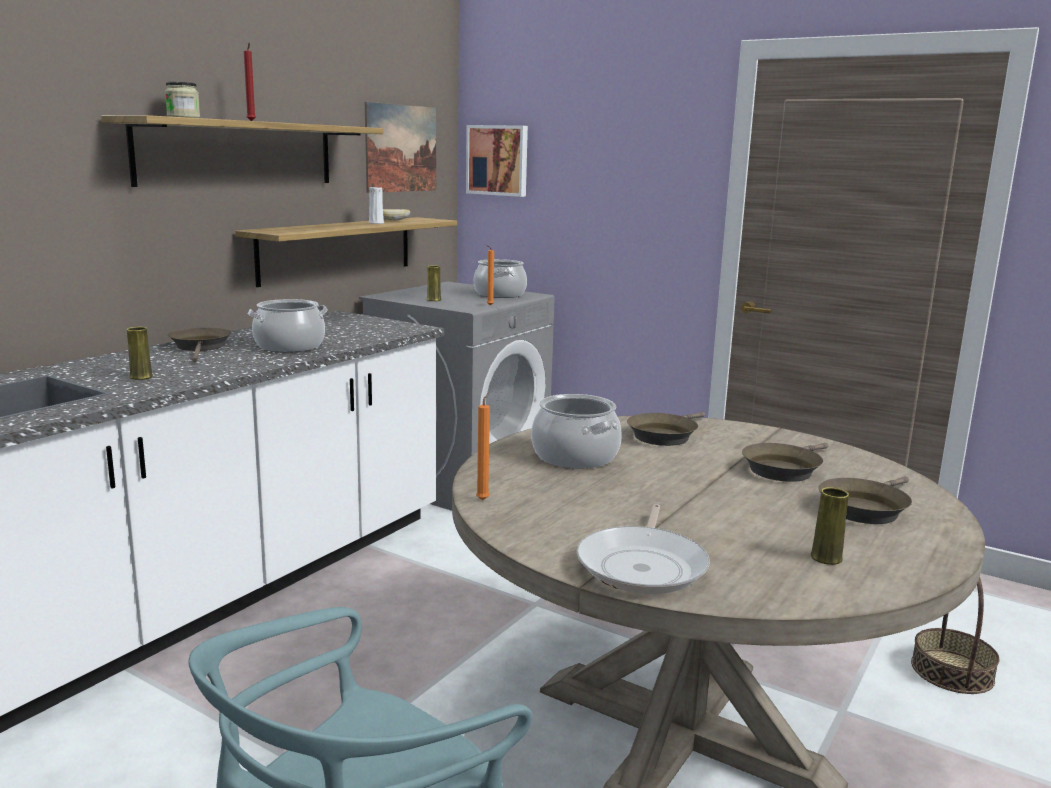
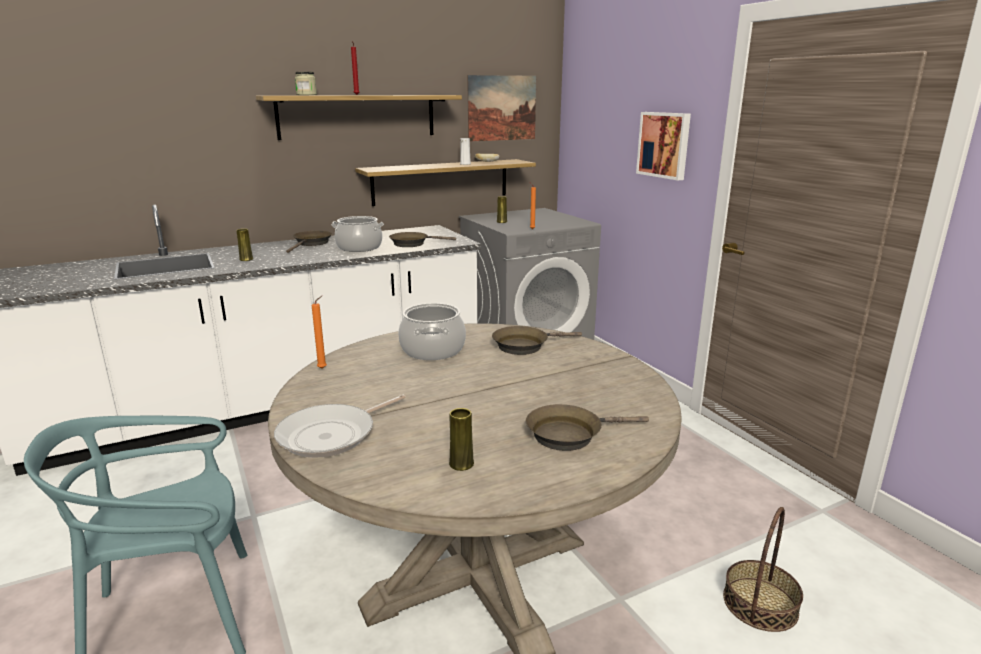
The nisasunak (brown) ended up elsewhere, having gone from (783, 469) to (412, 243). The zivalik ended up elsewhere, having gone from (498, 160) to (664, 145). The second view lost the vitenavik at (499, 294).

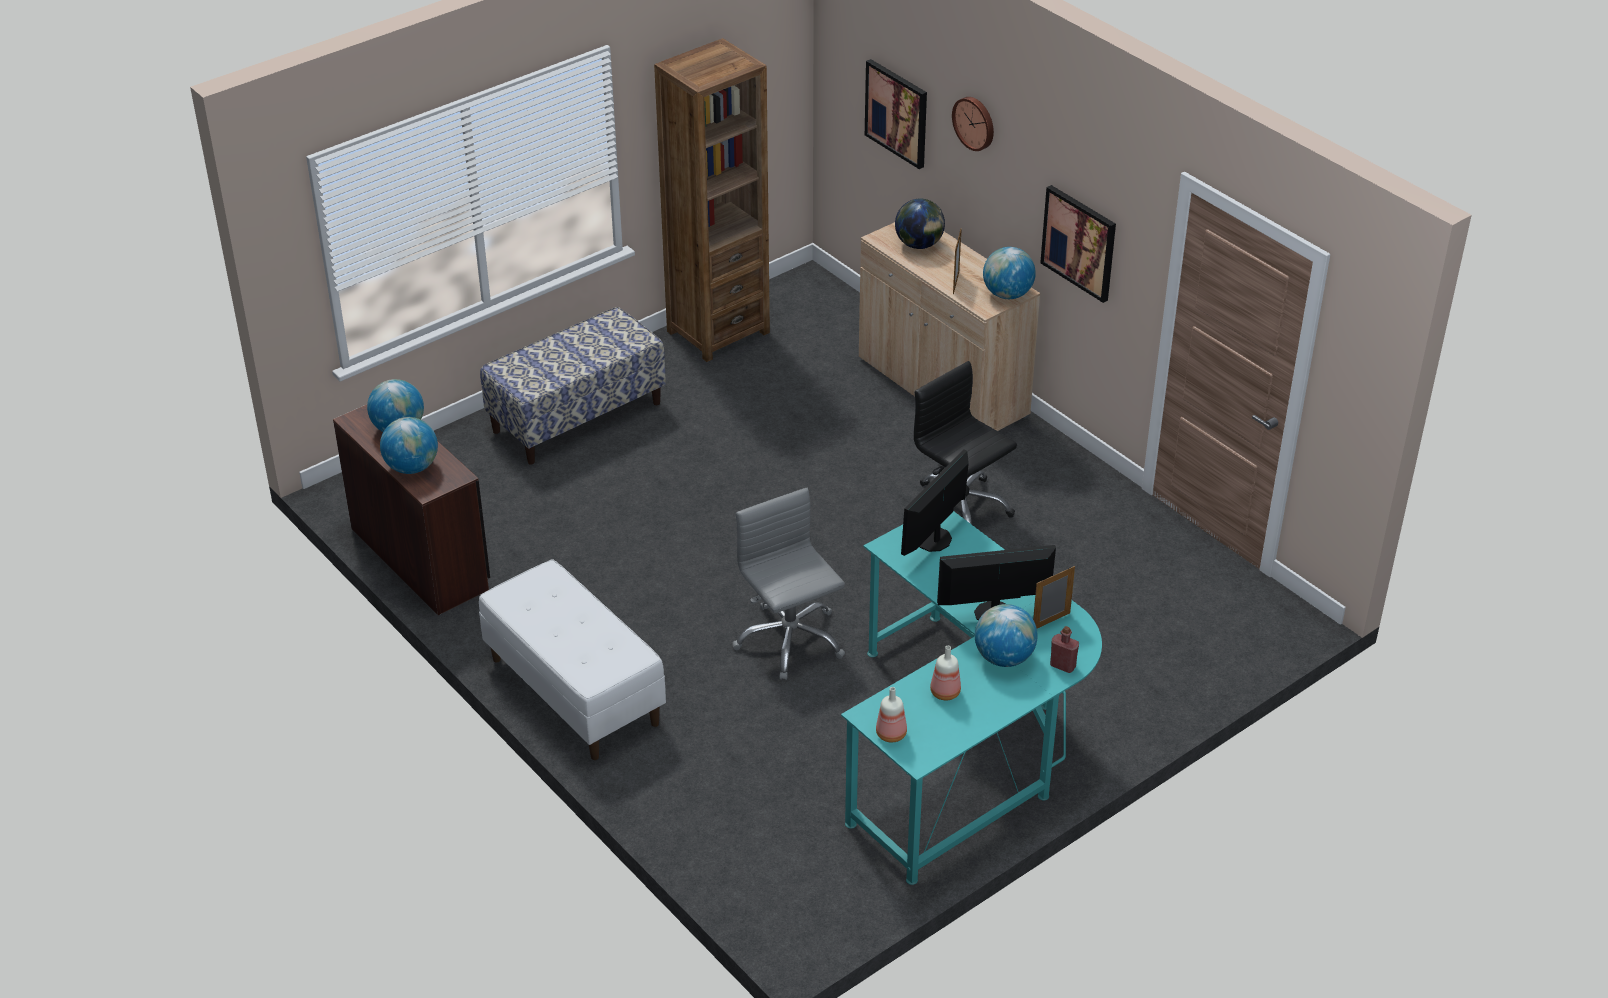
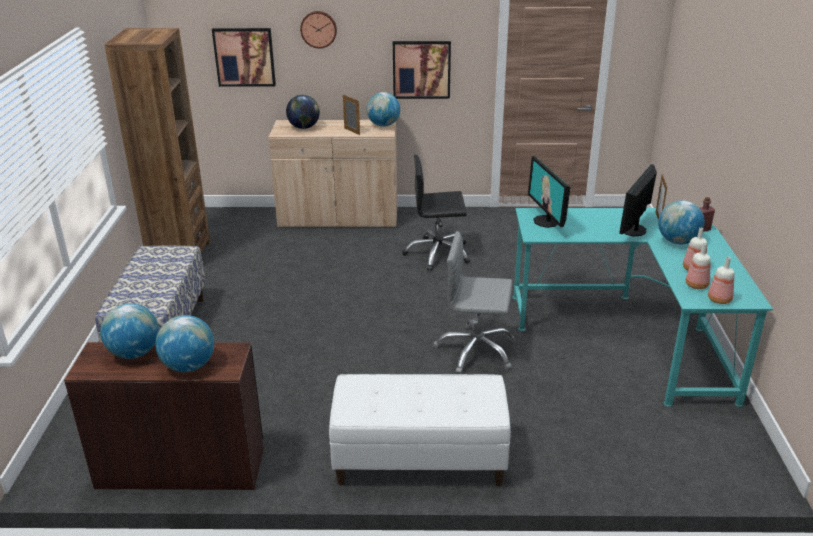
The second view gained the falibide at (697, 285).

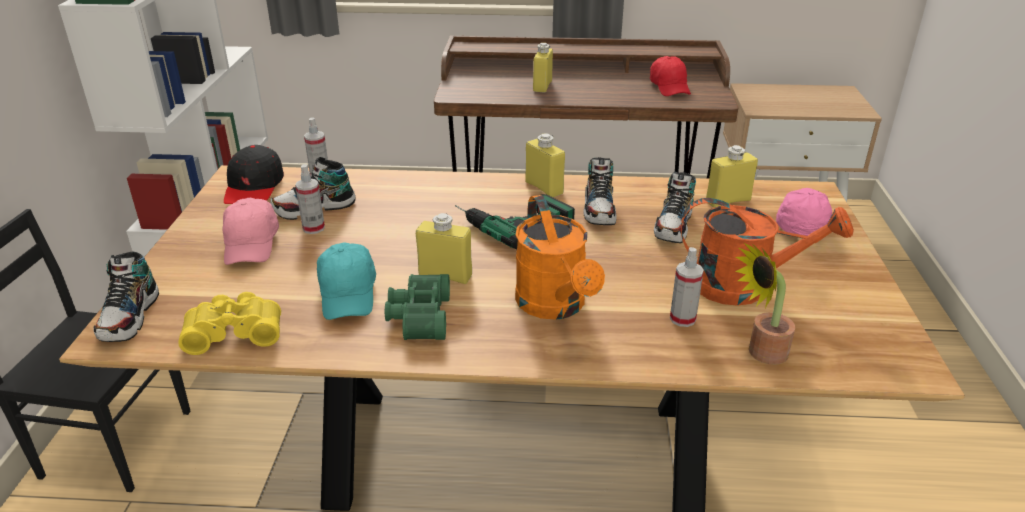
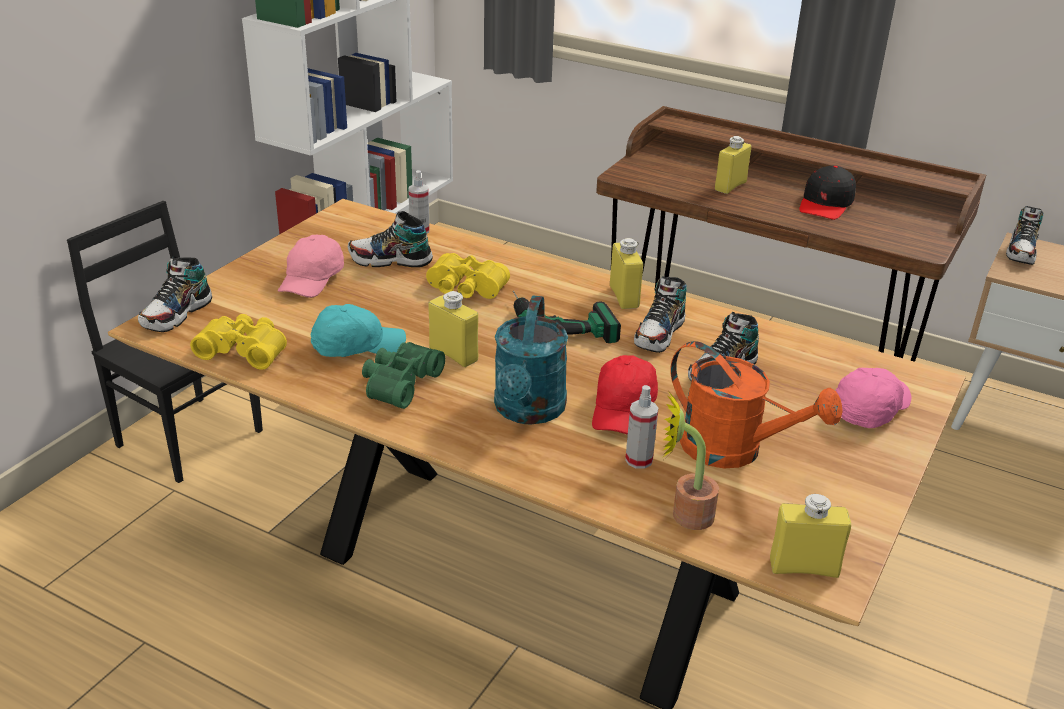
The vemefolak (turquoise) at (348, 294) ended up facing another way, 120 degrees counterclockwise from before. The second view gained the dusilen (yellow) at (465, 289). What was the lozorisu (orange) at (555, 306) turned into the lozorisu (turquoise) at (528, 411). The vemefolak (red) ended up elsewhere, having gone from (670, 87) to (623, 409). The falibide (yellow) ended up elsewhere, having gone from (728, 201) to (804, 567). The vemefolak (black) ended up elsewhere, having gone from (254, 187) to (826, 204). The second view gained the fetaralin at (1021, 252). The second view lost the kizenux at (313, 228).

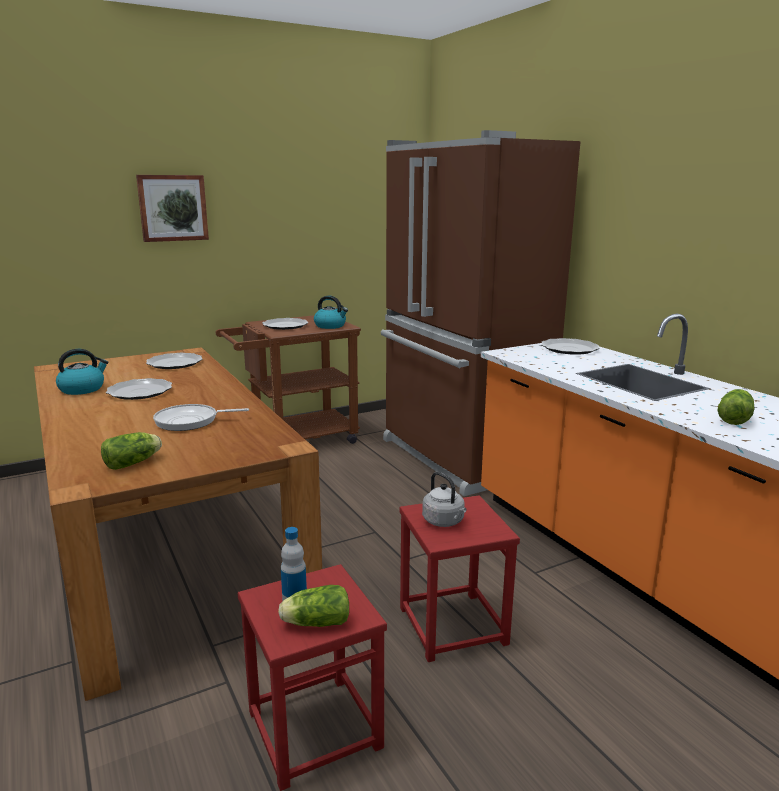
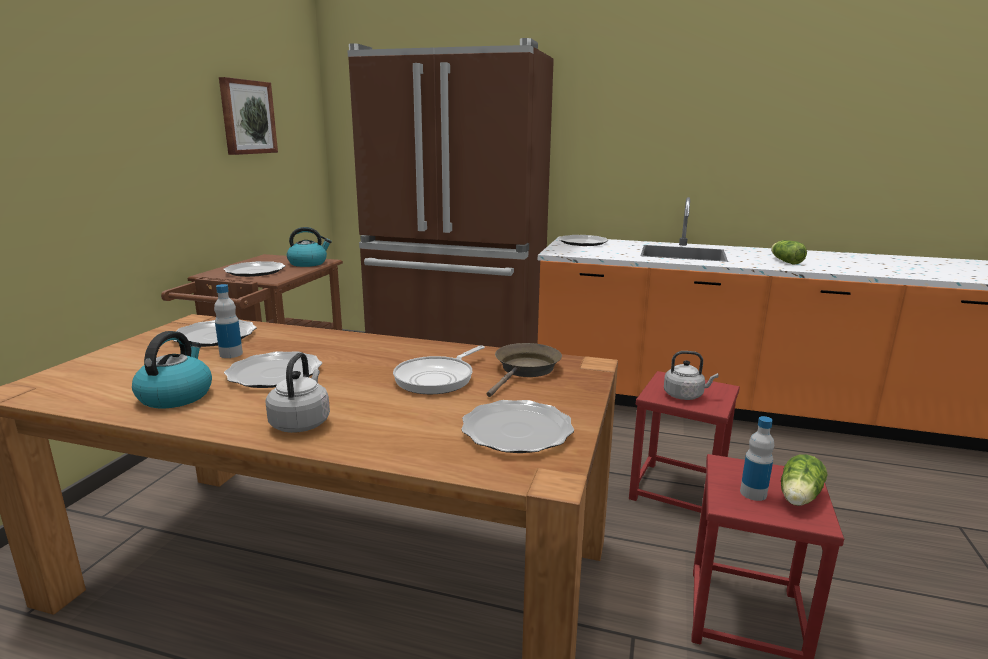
The second view gained the falibide at (231, 354). The zivalik ended up elsewhere, having gone from (173, 208) to (247, 117). The second view gained the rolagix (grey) at (301, 422). Where the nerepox stood at (134, 462), the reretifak came to stand at (516, 431). The second view gained the nisasunak (brown) at (525, 370).

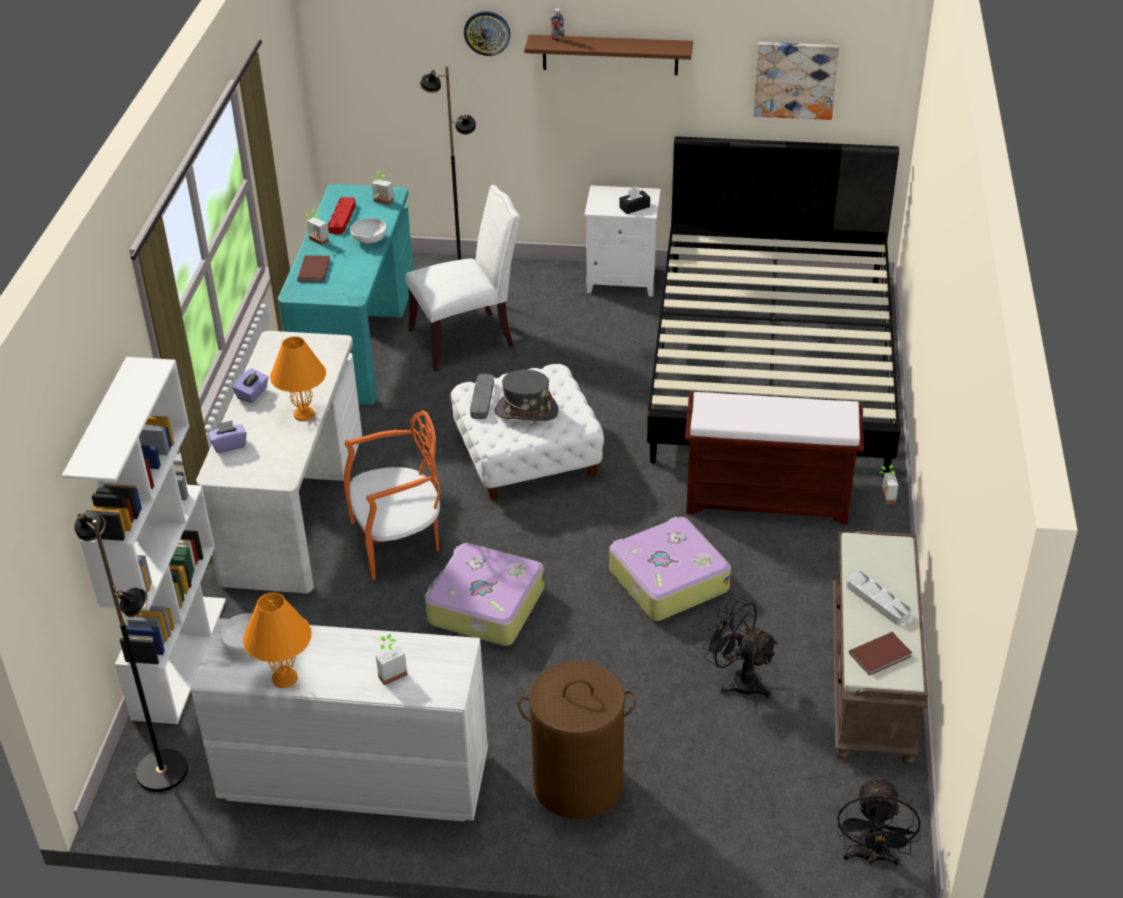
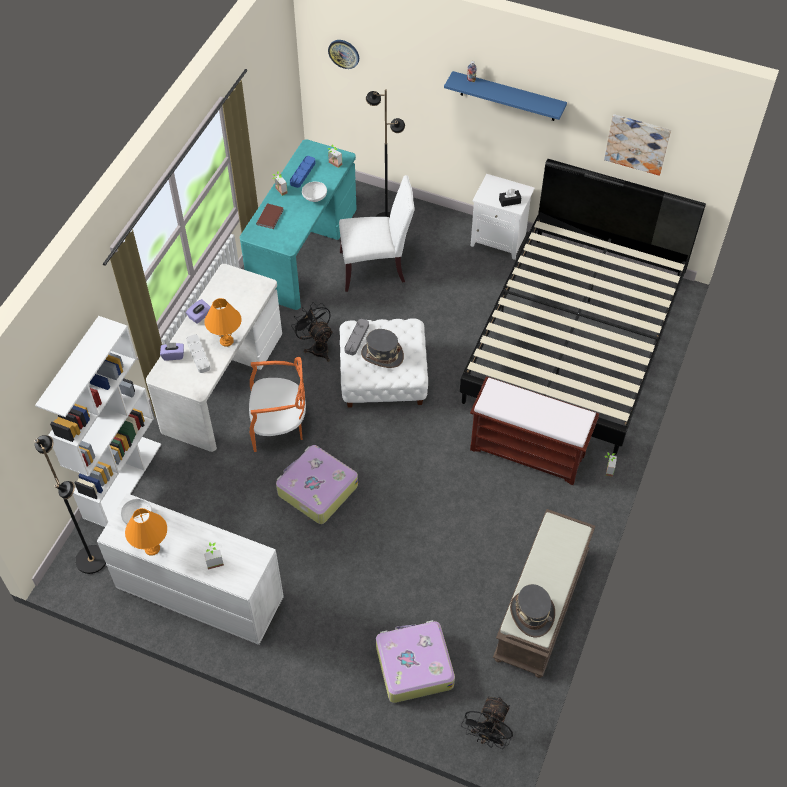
The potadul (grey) ended up elsewhere, having gone from (877, 601) to (198, 355). What was the potadul (red) at (342, 218) turned into the potadul (blue) at (302, 173). The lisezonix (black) ended up elsewhere, having gone from (738, 680) to (317, 347). The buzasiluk ended up elsewhere, having gone from (487, 32) to (344, 53). The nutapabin ended up elsewhere, having gone from (667, 580) to (413, 665). What was the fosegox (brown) at (610, 54) turned into the fosegox (blue) at (508, 96). Where the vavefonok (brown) stood at (881, 655), the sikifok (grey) came to stand at (532, 614). The second view lost the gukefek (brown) at (578, 784).

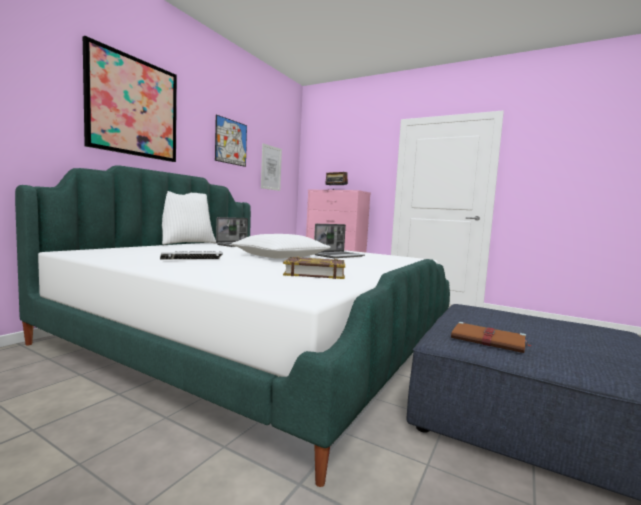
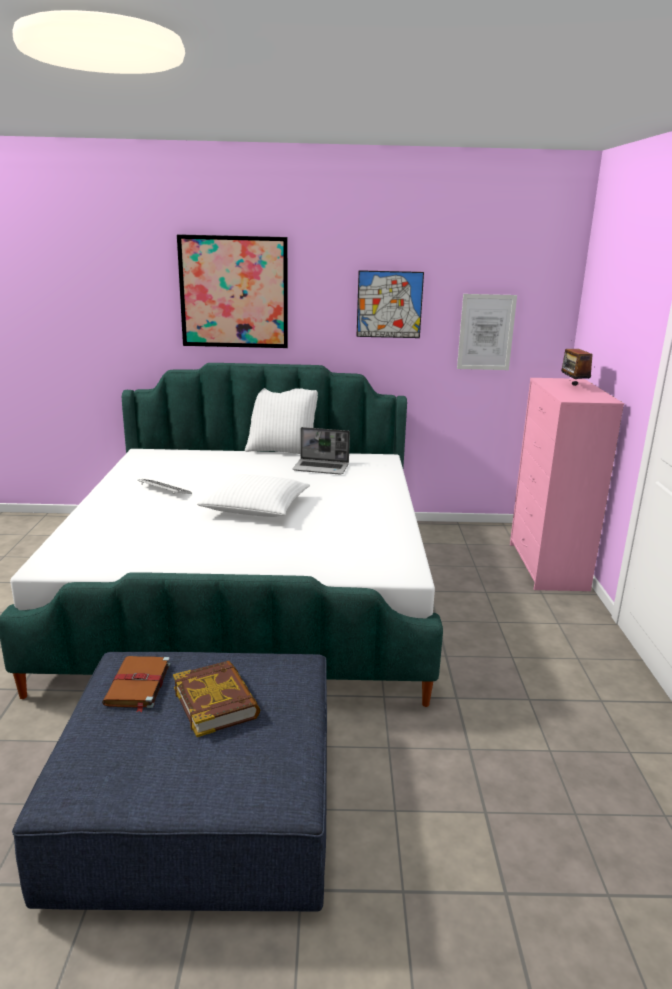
The vavefonok ended up elsewhere, having gone from (315, 273) to (216, 703). The second view lost the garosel at (339, 256).

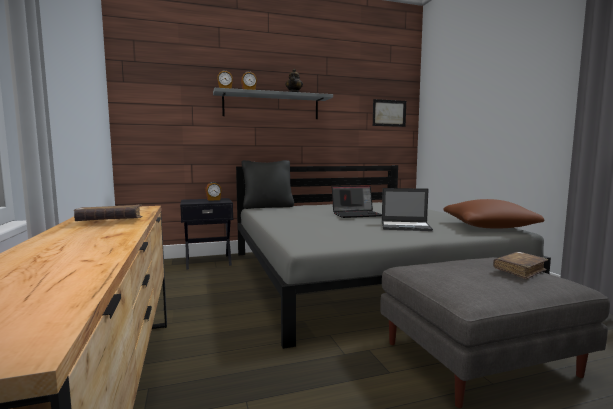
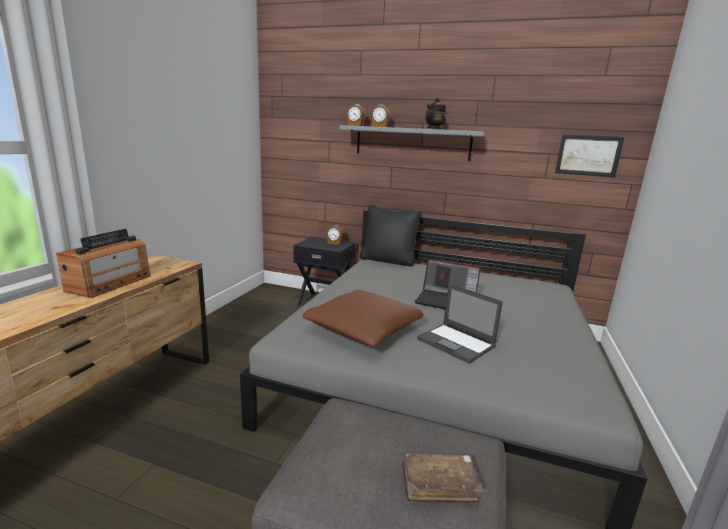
Where the vavefonok (brown) stood at (110, 221), the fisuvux came to stand at (110, 283). The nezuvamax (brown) ended up elsewhere, having gone from (488, 227) to (363, 330).

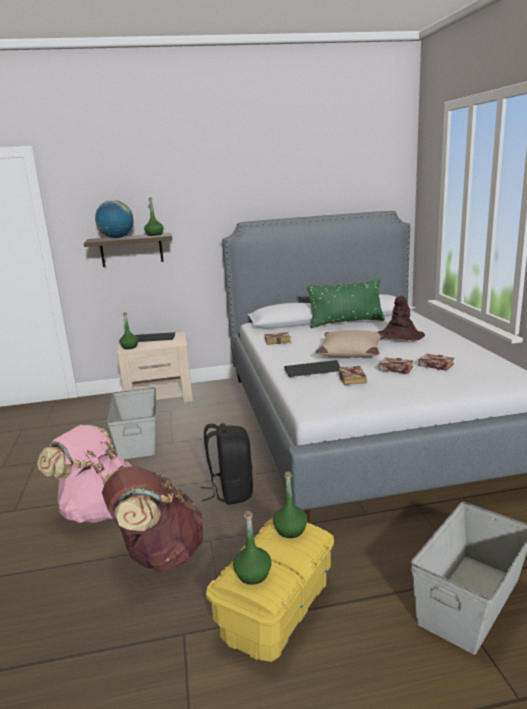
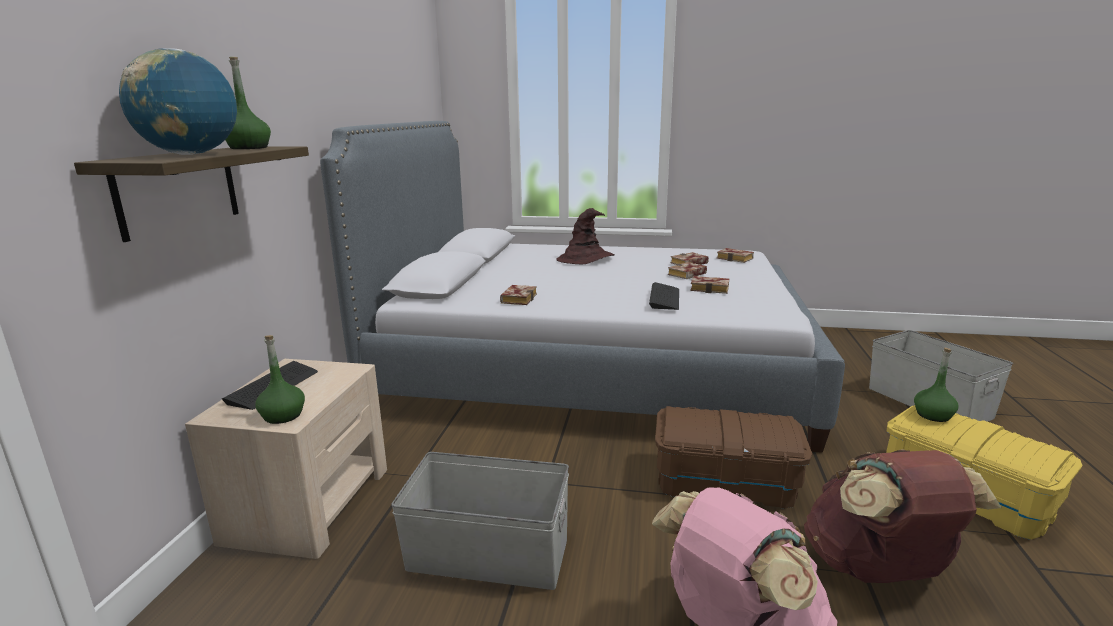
Where the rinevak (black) stood at (231, 492), the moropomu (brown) came to stand at (724, 482). The second view gained the vavefonok at (736, 259). The second view lost the falibide (green) at (253, 574). The second view lost the nezuvamax (green) at (346, 322). The second view lost the nezuvamax (beige) at (350, 352).

